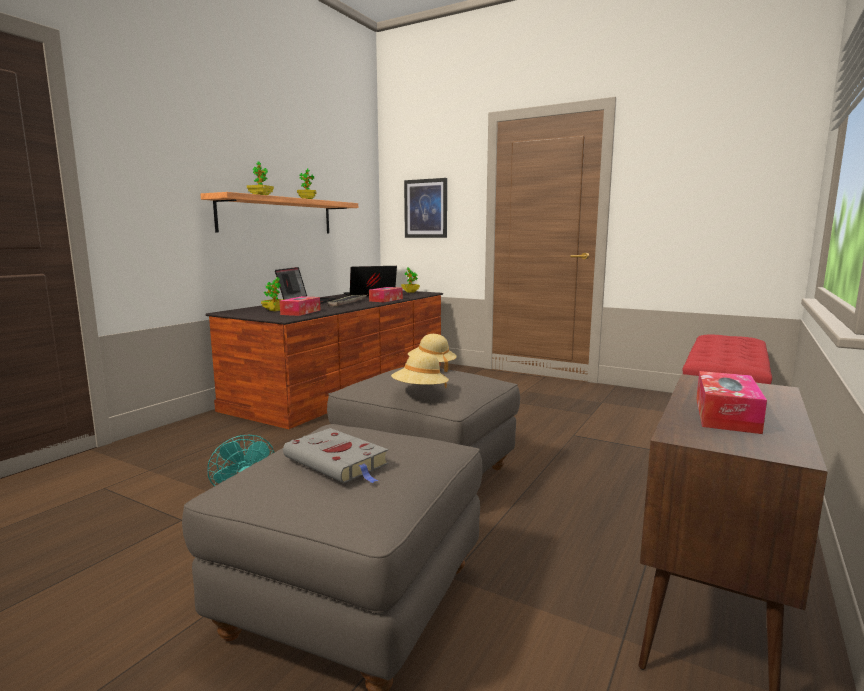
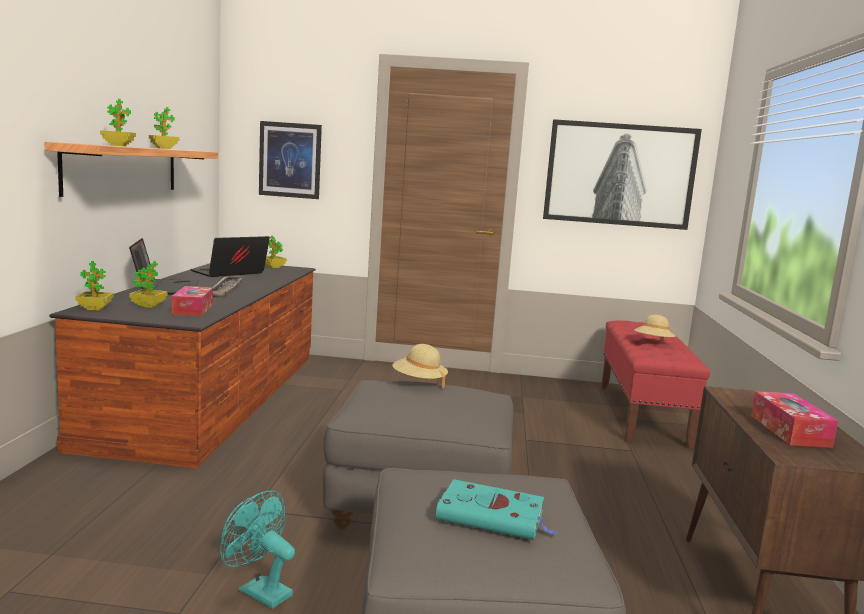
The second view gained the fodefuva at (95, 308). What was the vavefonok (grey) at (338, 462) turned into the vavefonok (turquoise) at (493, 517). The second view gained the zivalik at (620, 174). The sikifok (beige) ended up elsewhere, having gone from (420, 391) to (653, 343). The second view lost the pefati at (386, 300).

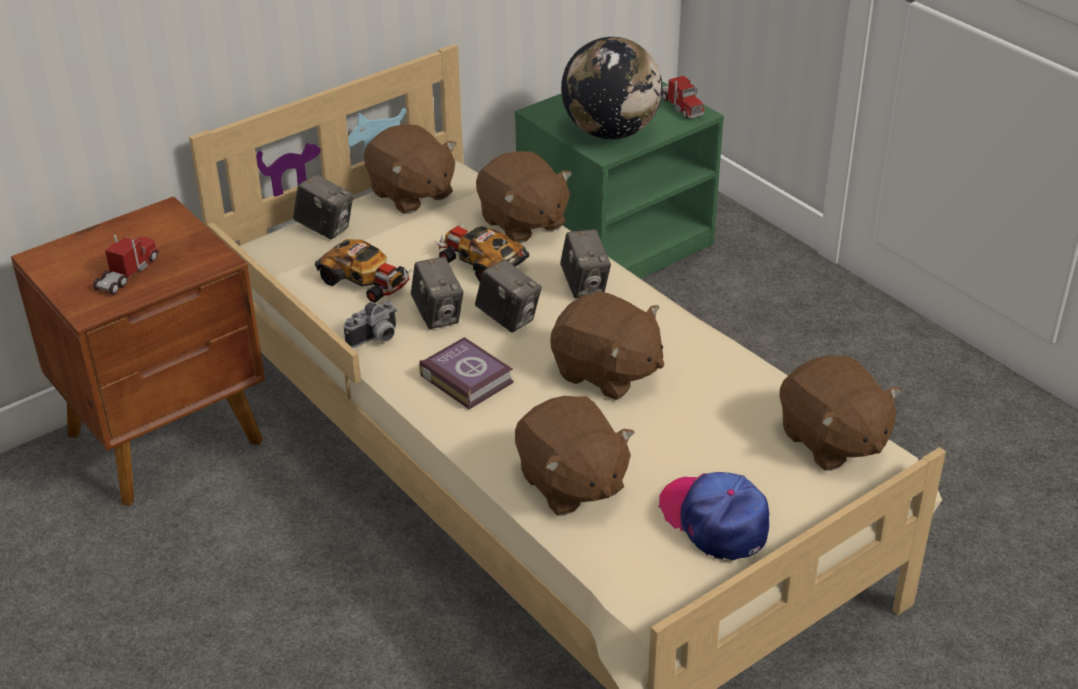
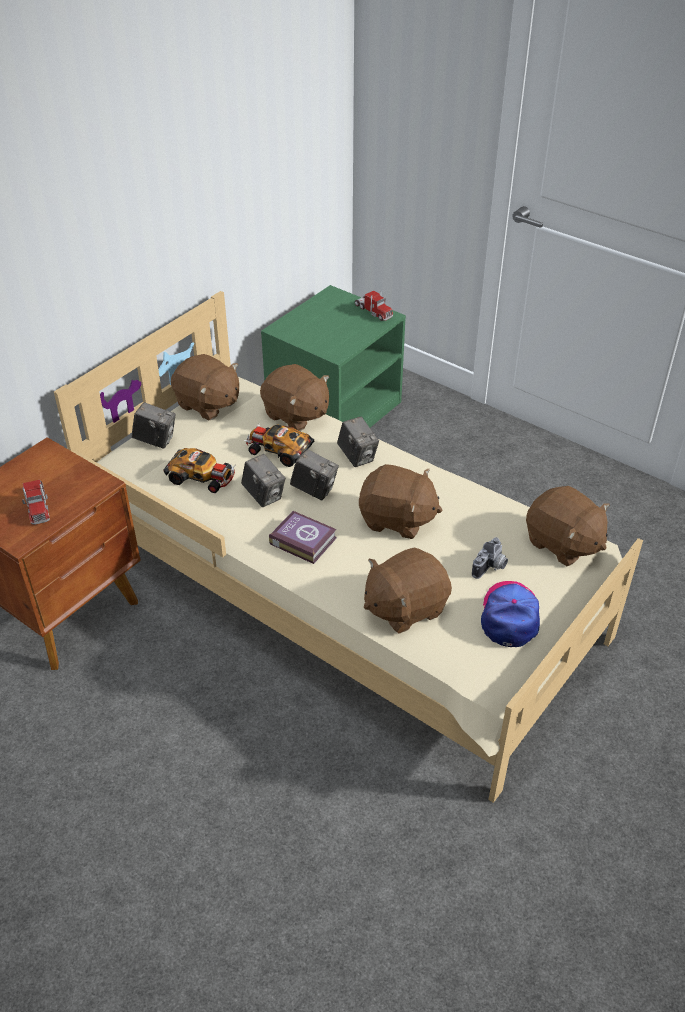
The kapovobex at (127, 273) ended up facing another way, 150 degrees clockwise from before. The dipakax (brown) at (571, 484) ended up facing another way, 105 degrees clockwise from before. The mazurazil ended up elsewhere, having gone from (376, 339) to (491, 568). The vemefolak at (715, 520) ended up facing another way, 60 degrees clockwise from before. The second view lost the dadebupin at (611, 132).

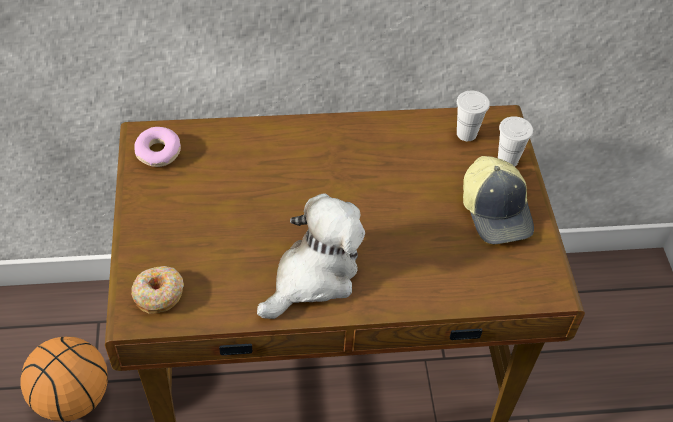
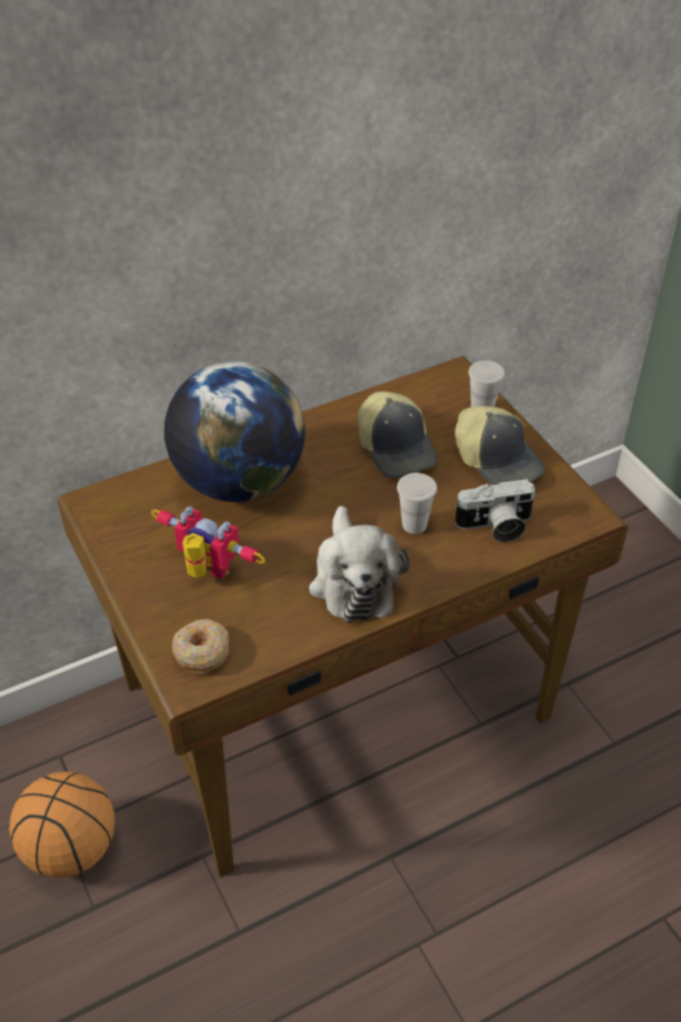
The second view gained the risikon at (206, 572). The second view gained the dadebupin at (238, 481). The dipakax at (314, 276) ended up facing another way, 150 degrees clockwise from before. The second view gained the vemefolak at (397, 448). The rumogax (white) ended up elsewhere, having gone from (466, 134) to (414, 525). The second view gained the mazurazil at (495, 527). The second view lost the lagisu at (158, 152).

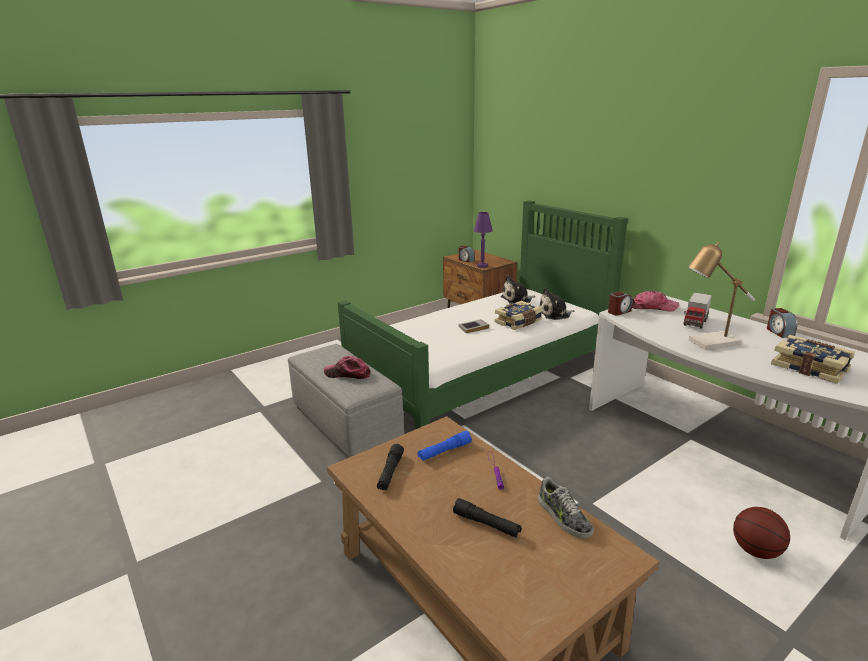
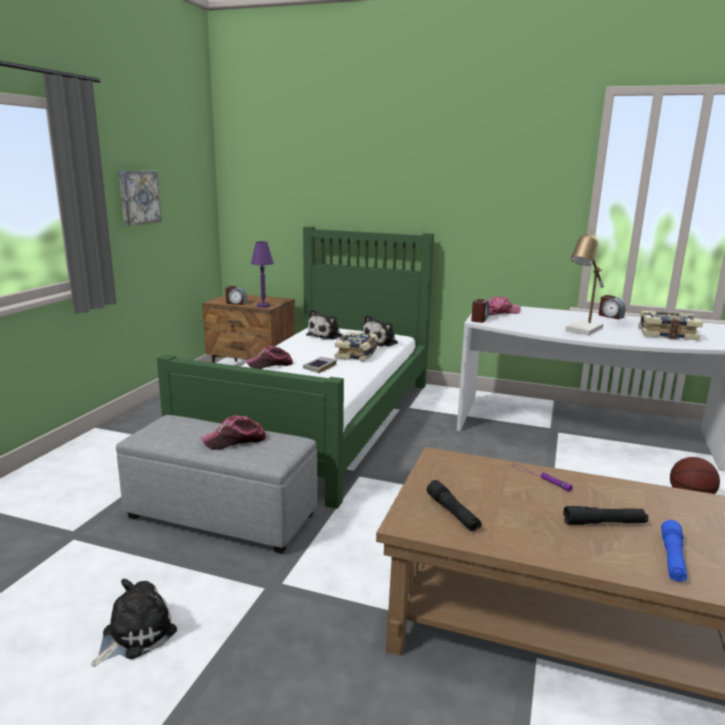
The second view gained the dipakax at (135, 634). The second view gained the zivalik at (138, 197). The second view gained the vemefolak at (270, 364). The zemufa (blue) ended up elsewhere, having gone from (444, 451) to (672, 558). The second view lost the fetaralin at (563, 517). The second view lost the kapovobex at (695, 322).

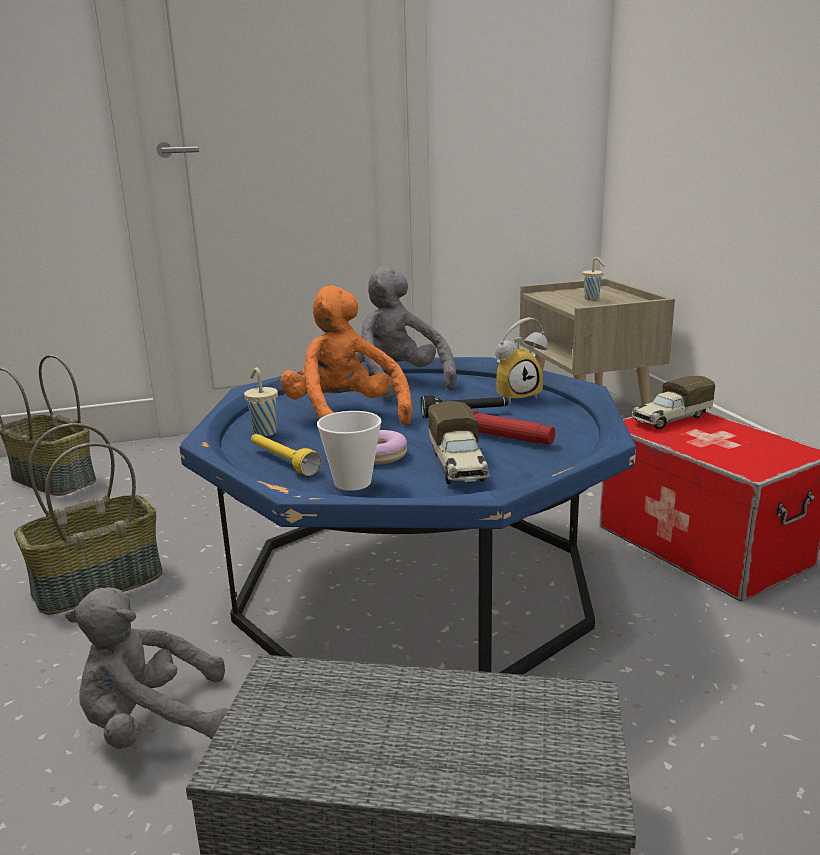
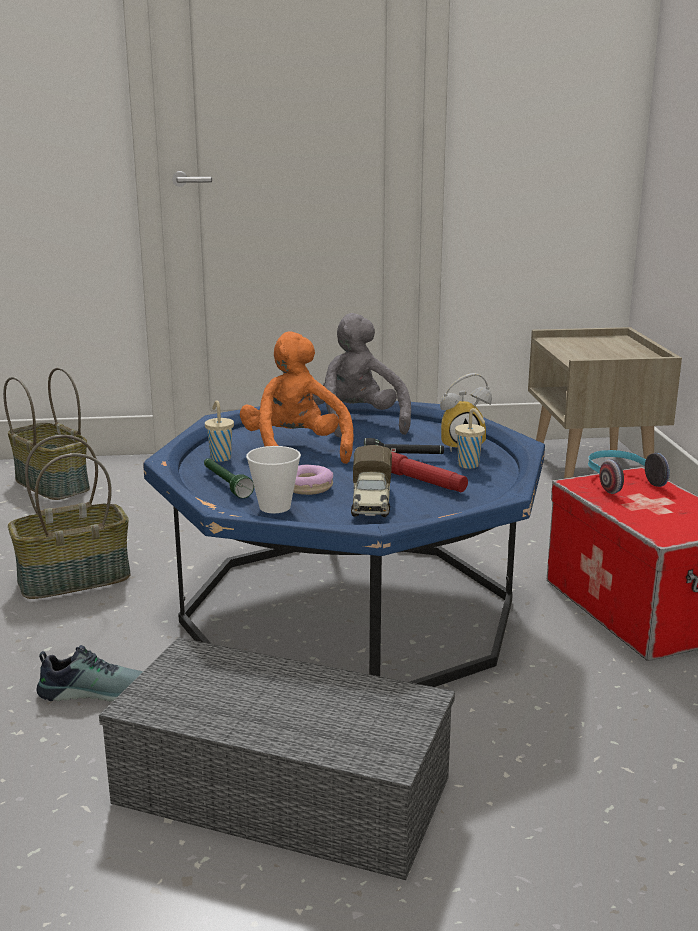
Where the dipakax (grey) stood at (153, 725), the fetaralin came to stand at (96, 691). What was the zemufa (yellow) at (282, 462) turned into the zemufa (green) at (225, 484). The rumogax (beige) ended up elsewhere, having gone from (592, 299) to (469, 466). Where the kapovobex stood at (670, 419), the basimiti came to stand at (620, 482).

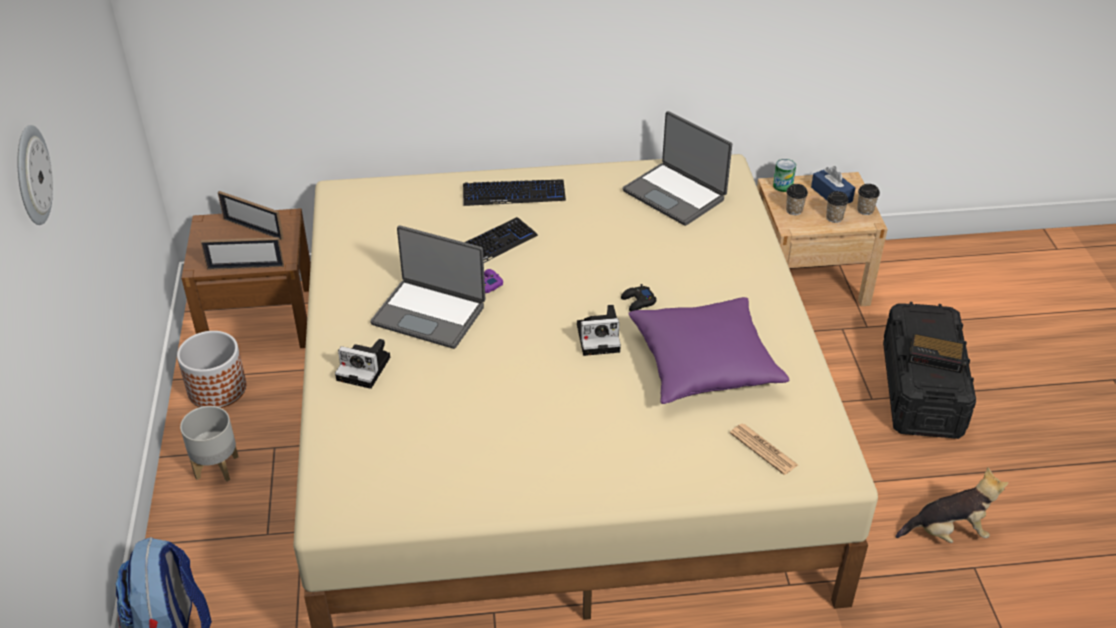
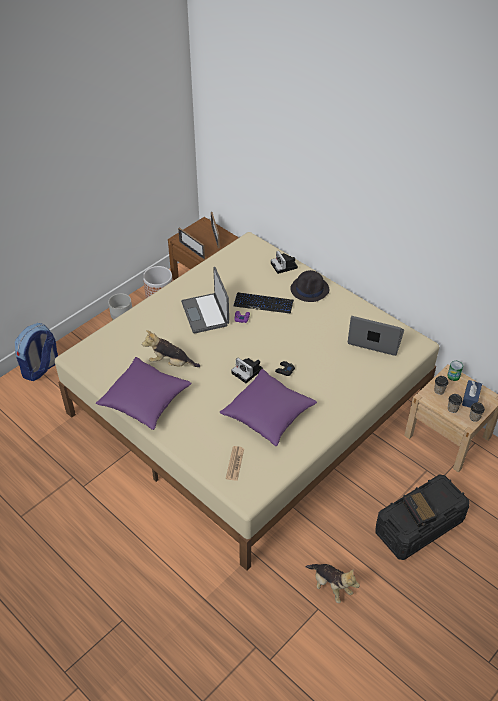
The second view gained the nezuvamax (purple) at (145, 400). The second view gained the dipakax at (171, 363). The mazurazil ended up elsewhere, having gone from (366, 368) to (284, 266). Where the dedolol stood at (514, 194), the sikifok (black) came to stand at (310, 289). The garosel at (675, 194) ended up facing another way, 105 degrees clockwise from before. The second view lost the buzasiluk at (31, 175).

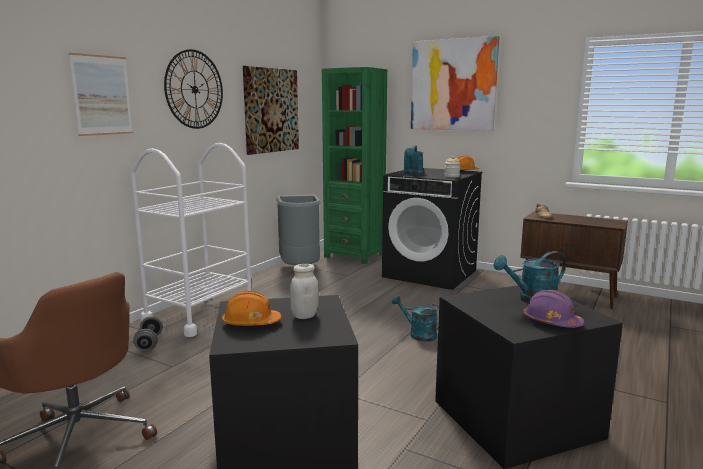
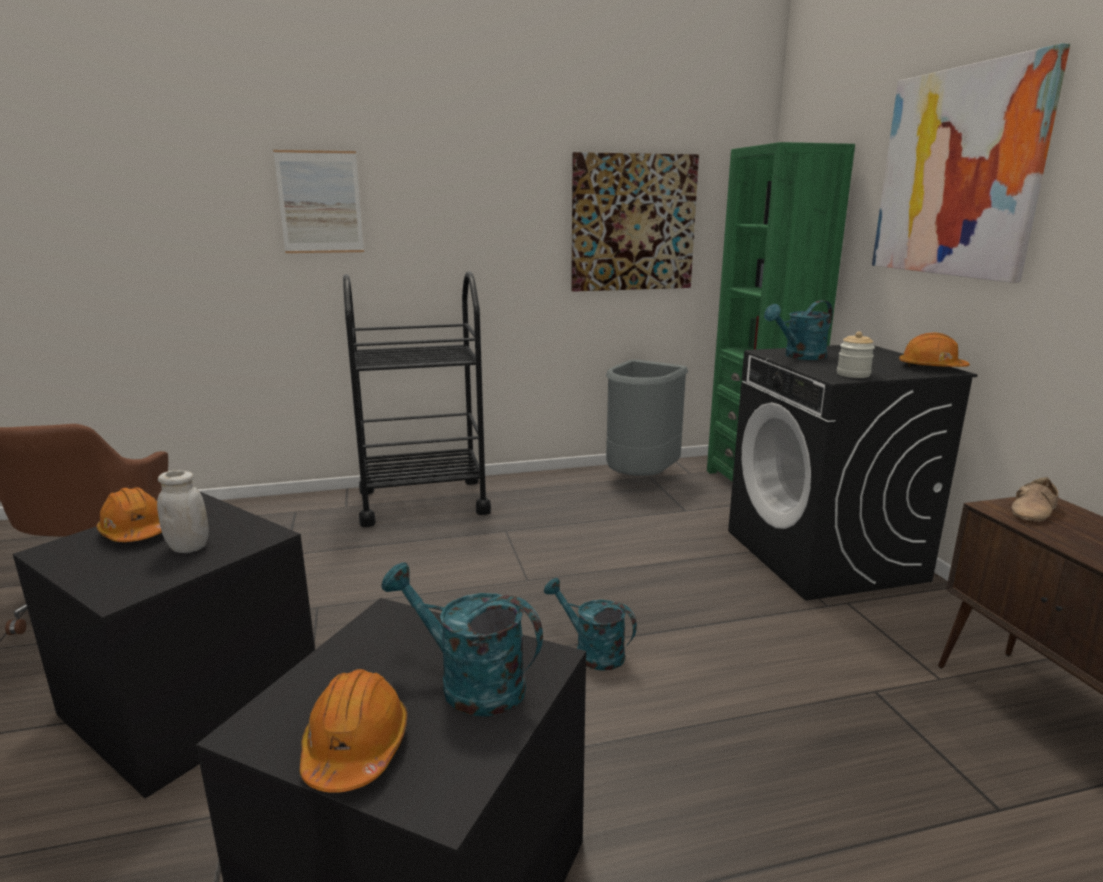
What was the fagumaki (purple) at (551, 322) turned into the fagumaki (orange) at (355, 748). What was the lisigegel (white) at (200, 314) turned into the lisigegel (black) at (423, 502). The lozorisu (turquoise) at (418, 334) ended up facing another way, 45 degrees counterclockwise from before. The second view lost the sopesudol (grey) at (149, 343). The second view lost the buzasiluk at (194, 89).

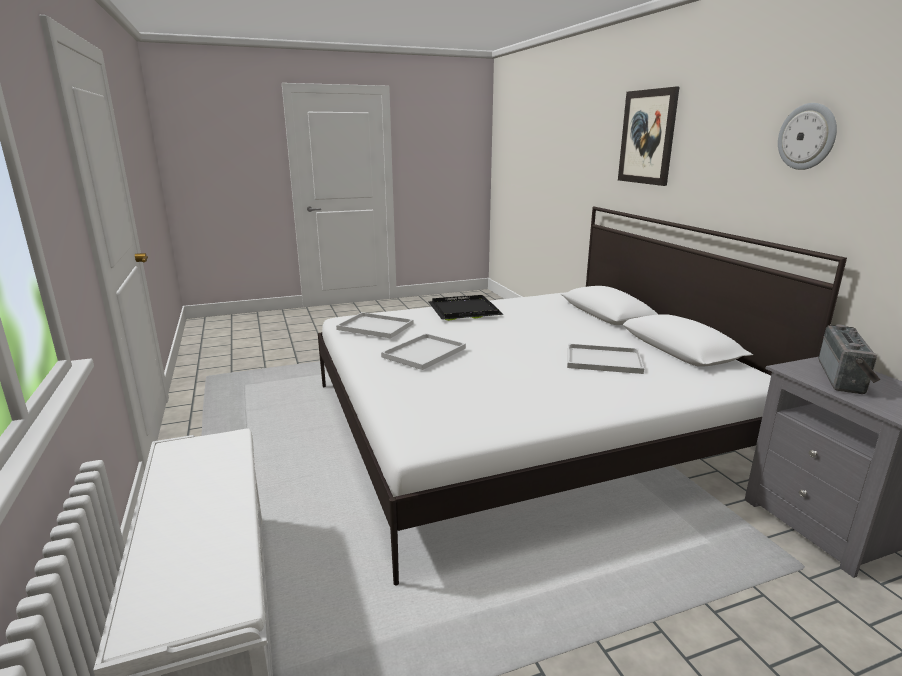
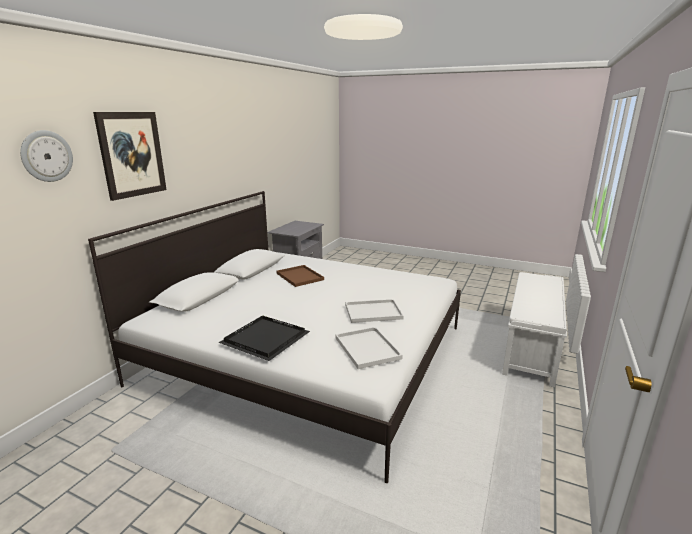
The buzasiluk ended up elsewhere, having gone from (807, 136) to (46, 156). What was the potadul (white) at (605, 360) turned into the potadul (brown) at (299, 276). The second view lost the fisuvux at (846, 378).

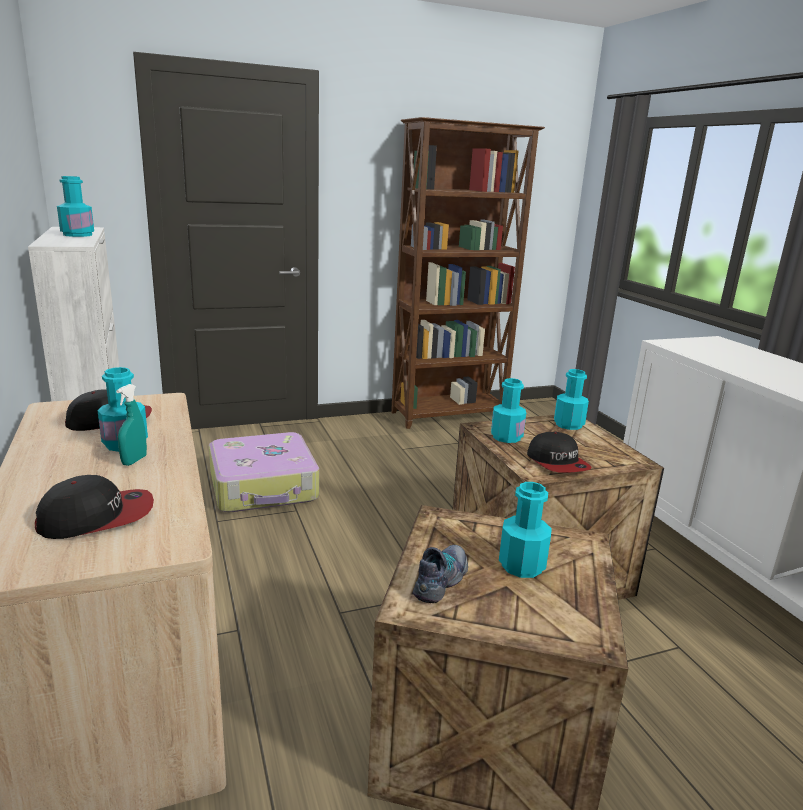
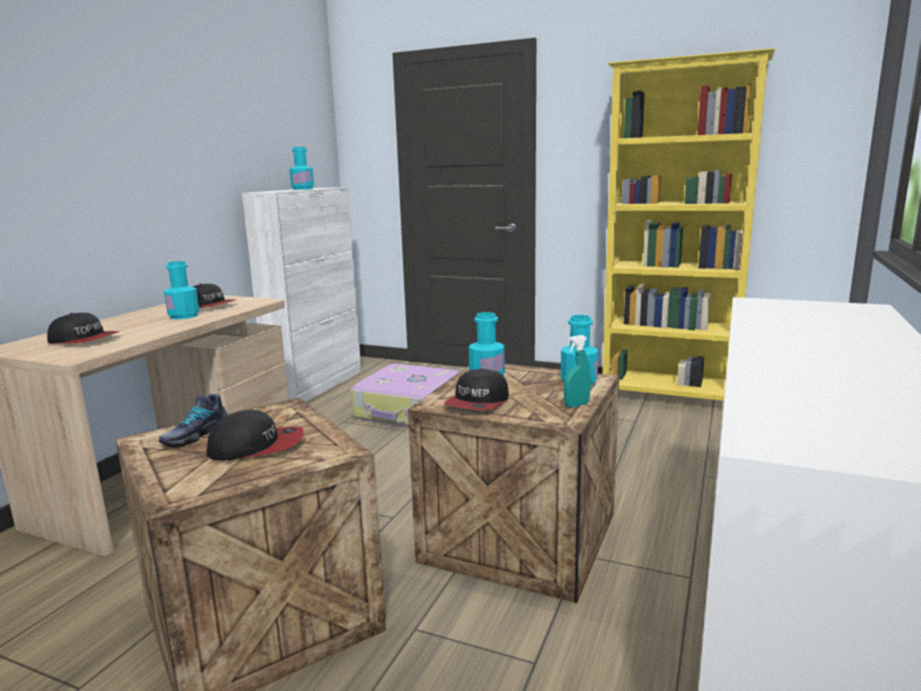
The fetaralin at (442, 580) ended up facing another way, 135 degrees clockwise from before. Where the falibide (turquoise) stood at (522, 565), the vemefolak came to stand at (257, 446). The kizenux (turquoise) ended up elsewhere, having gone from (134, 460) to (576, 405). What was the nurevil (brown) at (449, 416) turned into the nurevil (yellow) at (669, 397).

